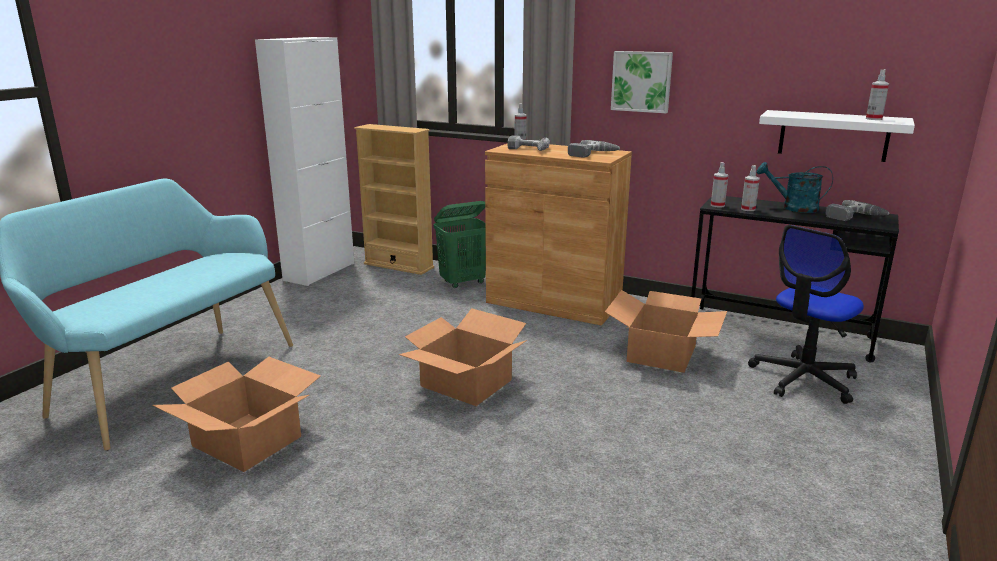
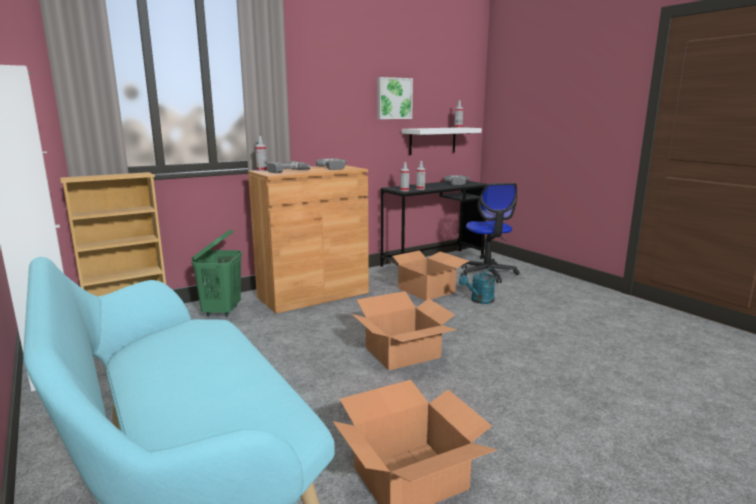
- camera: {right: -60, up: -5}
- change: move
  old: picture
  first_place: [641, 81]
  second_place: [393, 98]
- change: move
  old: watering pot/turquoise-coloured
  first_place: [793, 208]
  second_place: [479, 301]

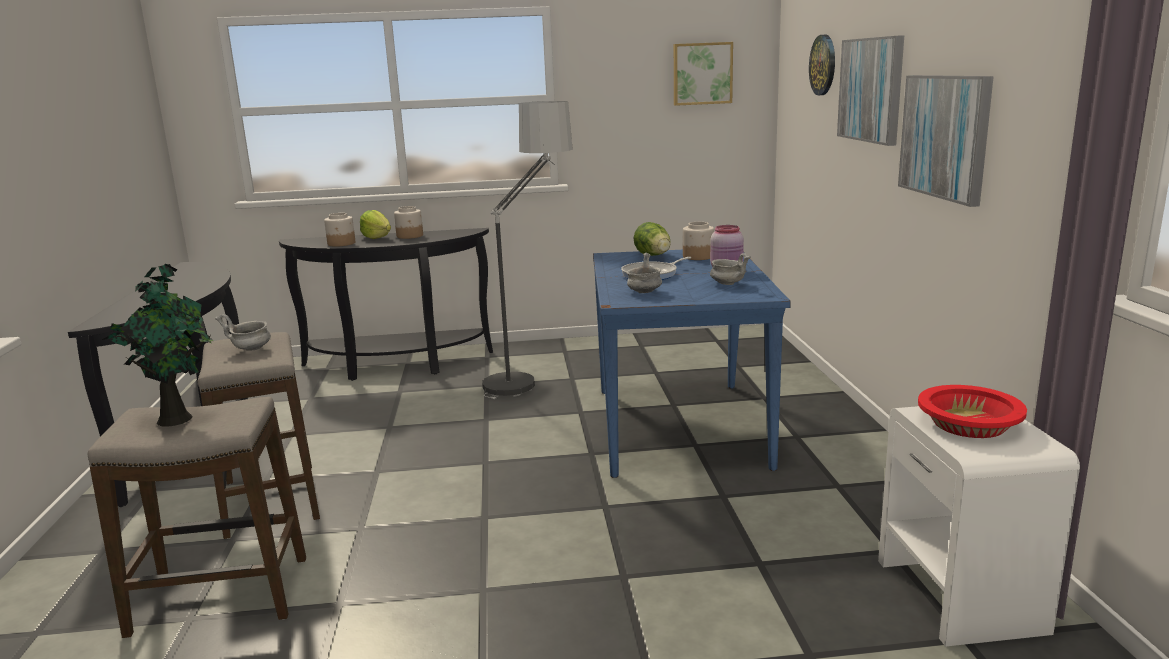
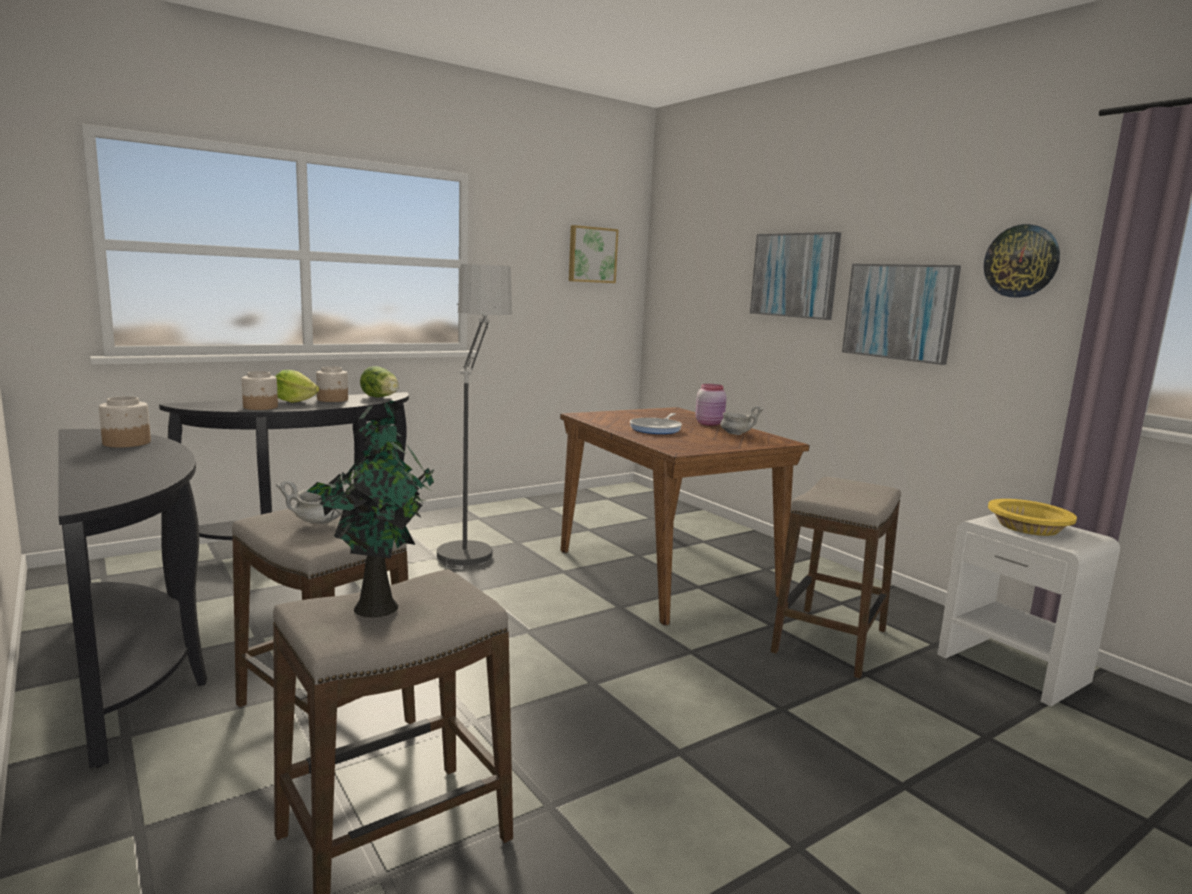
- camera: {right: -30, up: -5}
- change: recolor
  old: kitchen table/bluish
  new: kitchen table/brownish
  first_place: [680, 427]
  second_place: [667, 573]
- change: delete
  old: serving bowl/gray
  first_place: [644, 291]
- change: move
  old: lettuce head
  first_place: [654, 256]
  second_place: [381, 397]
- change: move
  old: jar
  first_place: [698, 257]
  second_place: [126, 443]
- change: move
  old: wall clock
  first_place: [823, 65]
  second_place: [1021, 261]
- change: recolor
  old: serving bowl/red-coloured
  new: serving bowl/yellow-coloured
  first_place: [968, 424]
  second_place: [1028, 527]
- change: insert
  new: stool
  second_place: [829, 641]

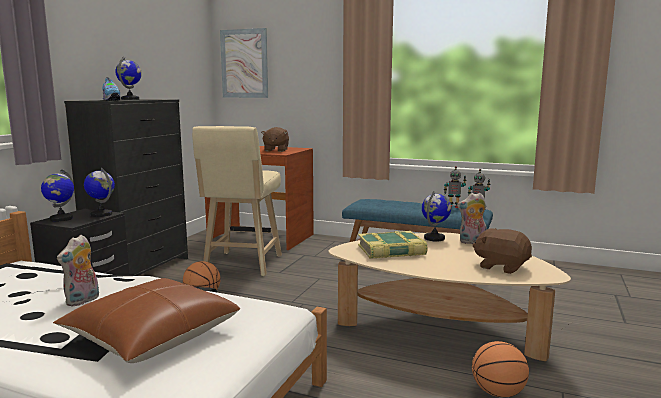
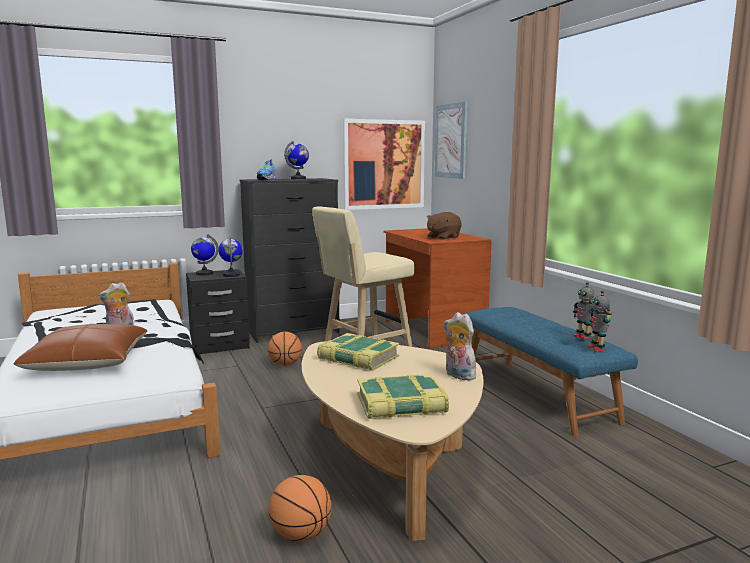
- camera: {right: 45, up: 0}
- change: delete
  old: desk globe
  first_place: [434, 238]
- change: replace
  old: plush toy/brownish
  new: bound book
  first_place: [501, 266]
  second_place: [401, 405]
- change: insert
  new: picture
  second_place: [384, 164]

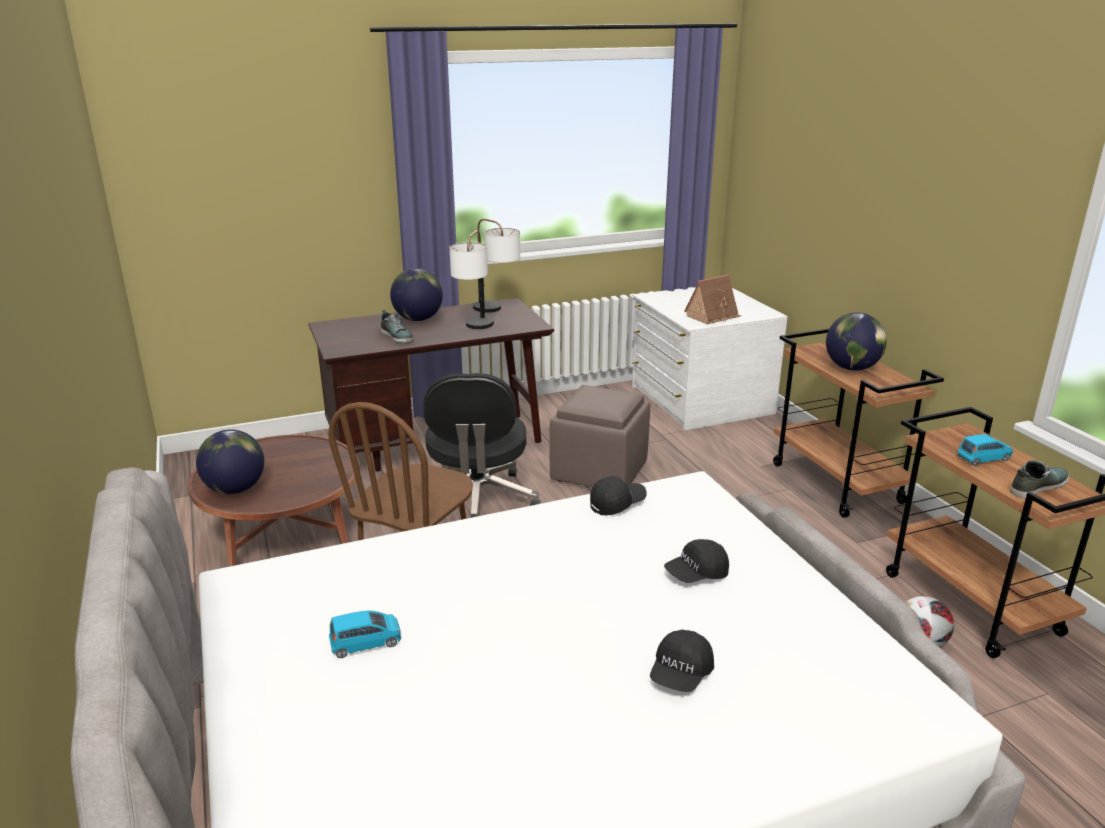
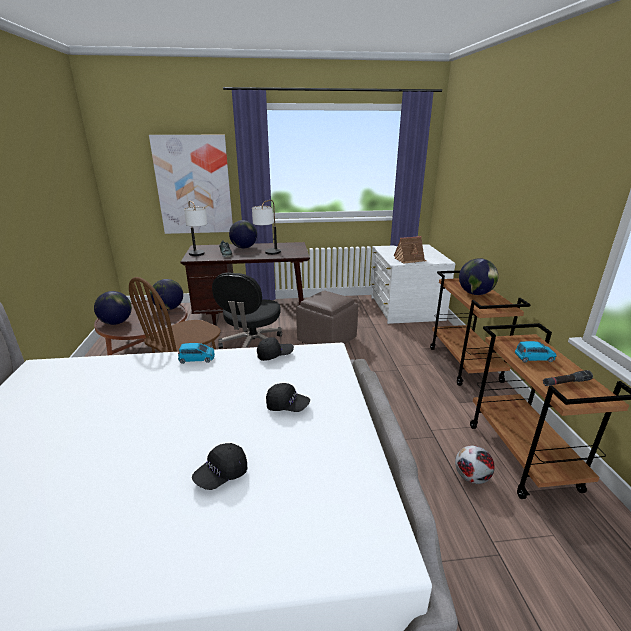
- camera: {right: 15, up: 0}
- change: move
  old: model car/bluish
  first_place: [366, 643]
  second_place: [197, 359]
- change: move
  old: tabletop lamp
  first_place: [496, 311]
  second_place: [199, 255]
- change: rotate
  old: peaked cap/black
  first_place: [696, 574]
  second_place: [287, 406]
  degrees: -150
- change: replace
  old: shoe
  new: torch/black
  first_place: [1037, 486]
  second_place: [566, 382]
- change: insert
  new: picture
  second_place: [194, 185]
- change: insert
  new: desk globe
  second_place: [169, 308]

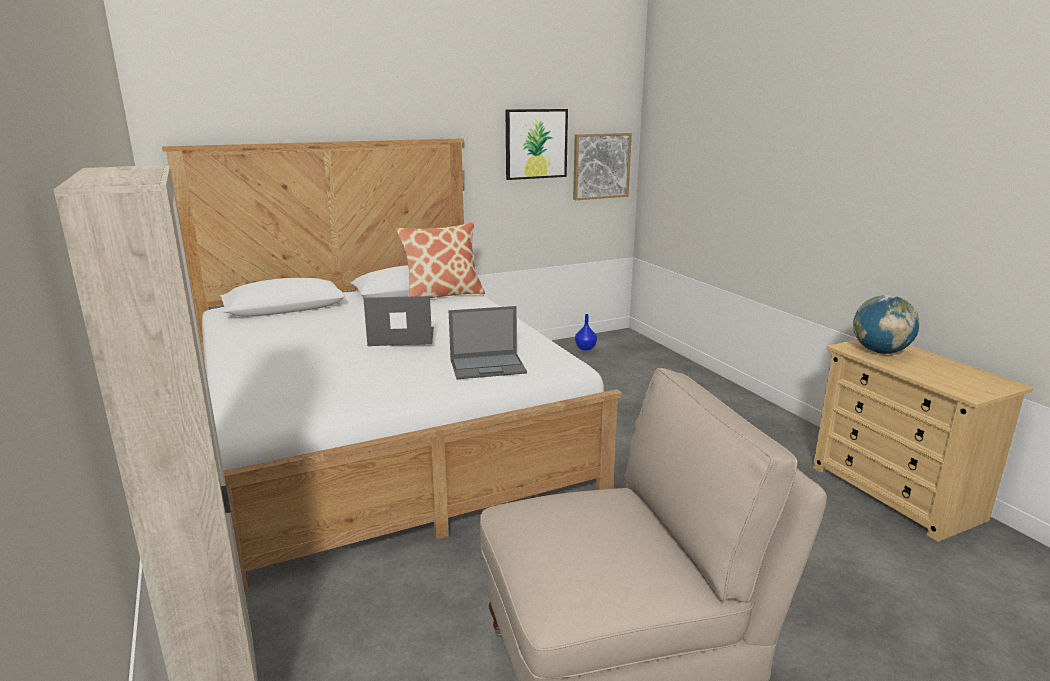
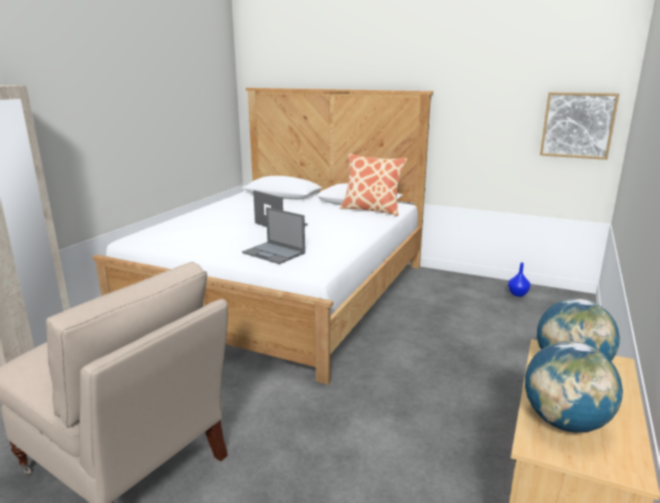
- camera: {right: 50, up: 0}
- change: delete
  old: picture
  first_place: [536, 144]
- change: insert
  new: desk globe
  second_place: [564, 422]

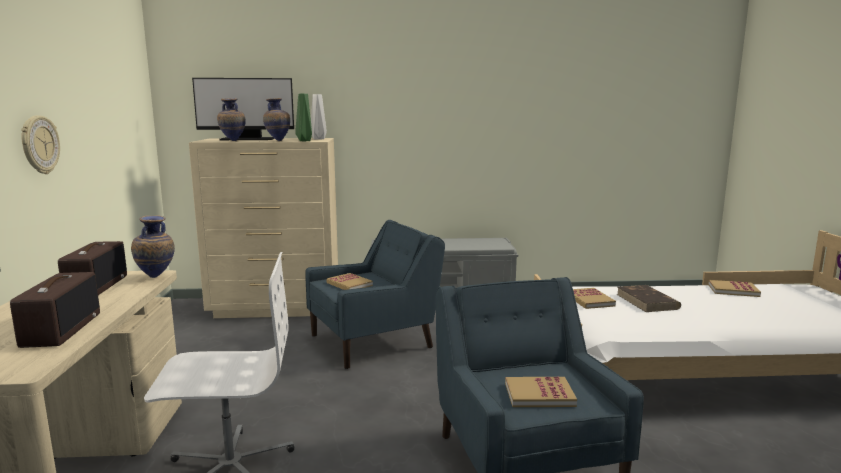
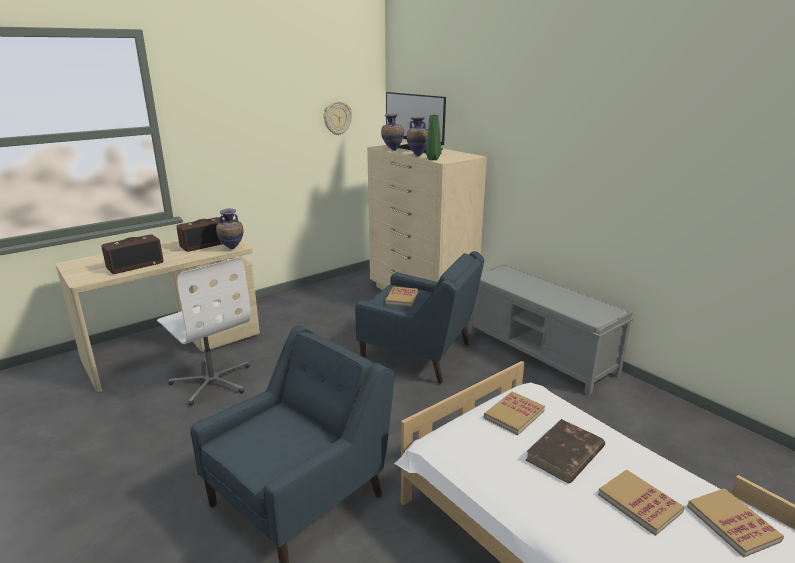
- camera: {right: 55, up: 10}
- change: move
  old: wall clock
  first_place: [39, 145]
  second_place: [337, 118]
- change: delete
  old: decorative vase/gray
  first_place: [318, 139]
- change: move
  old: bound book
  first_place: [539, 394]
  second_place: [639, 503]

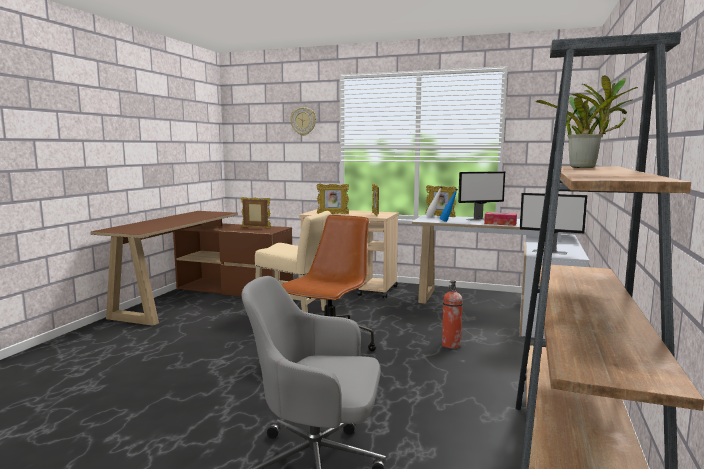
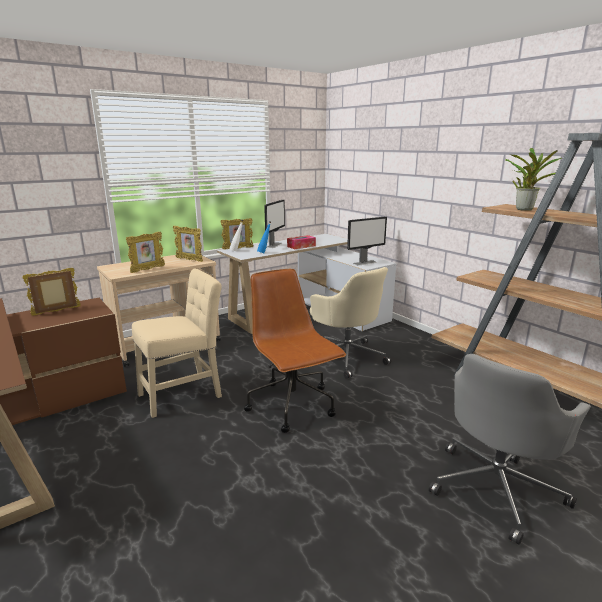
- camera: {right: -55, up: 10}
- change: delete
  old: wall clock
  first_place: [303, 121]
- change: replace
  old: fire-fighting cylinder
  new: office chair/beige
  first_place: [451, 345]
  second_place: [346, 357]

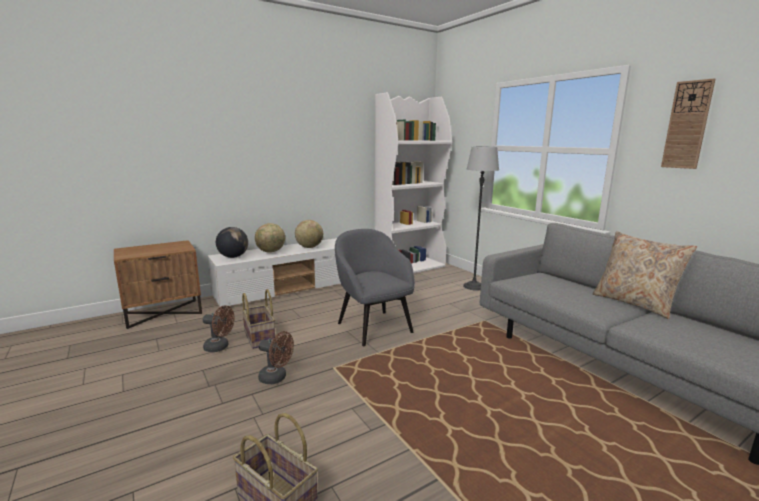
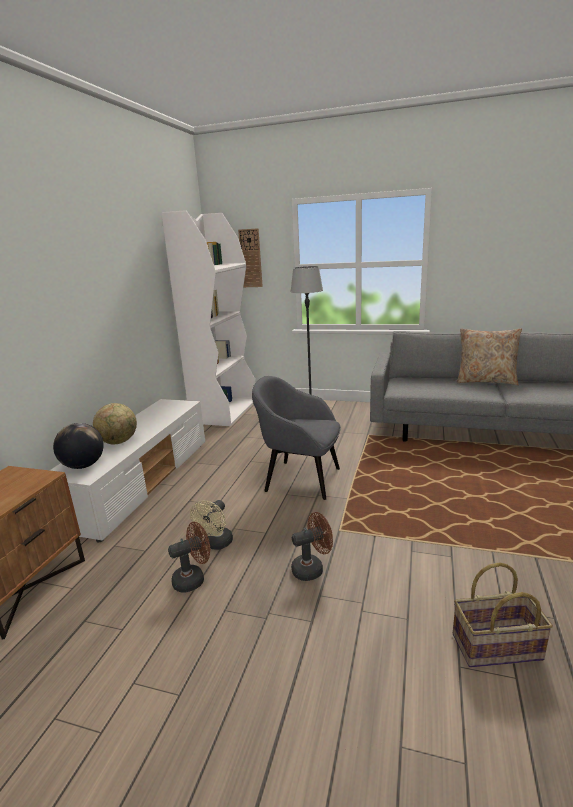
- camera: {right: -40, up: 5}
- change: replace
  old: storage basket
  new: electric fan/beige
  first_place: [260, 337]
  second_place: [216, 544]
- change: delete
  old: desk globe
  first_place: [309, 247]
- change: move
  old: wall clock
  first_place: [687, 125]
  second_place: [250, 258]

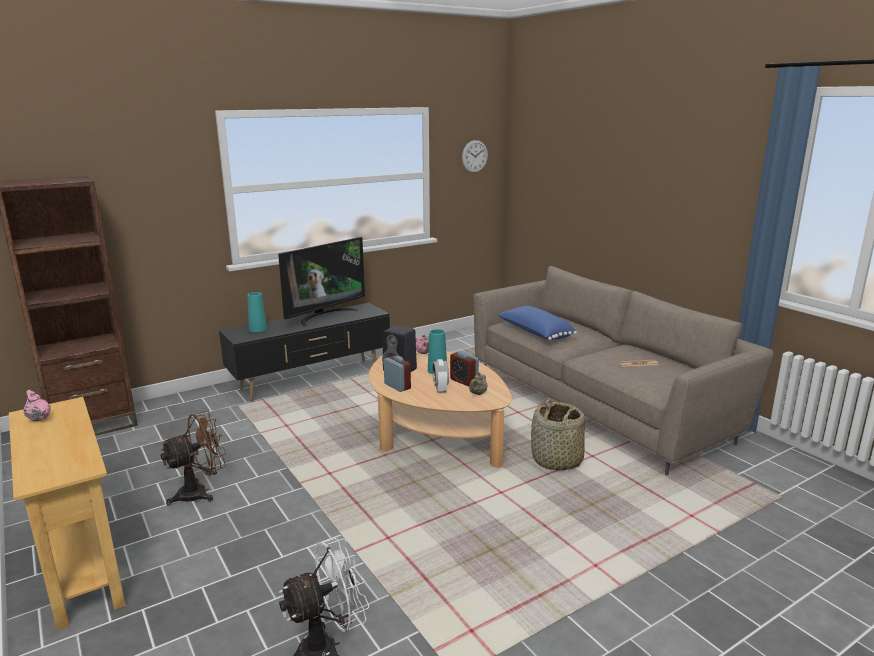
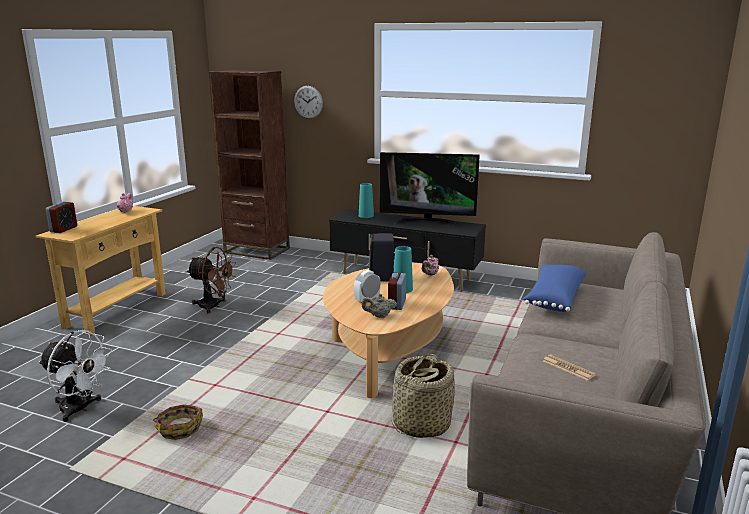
- camera: {right: 55, up: 0}
- change: move
  old: table clock
  first_place: [397, 386]
  second_place: [64, 229]
- change: move
  old: wall clock
  first_place: [474, 156]
  second_place: [308, 102]
- change: insert
  new: storage basket
  second_place: [179, 428]

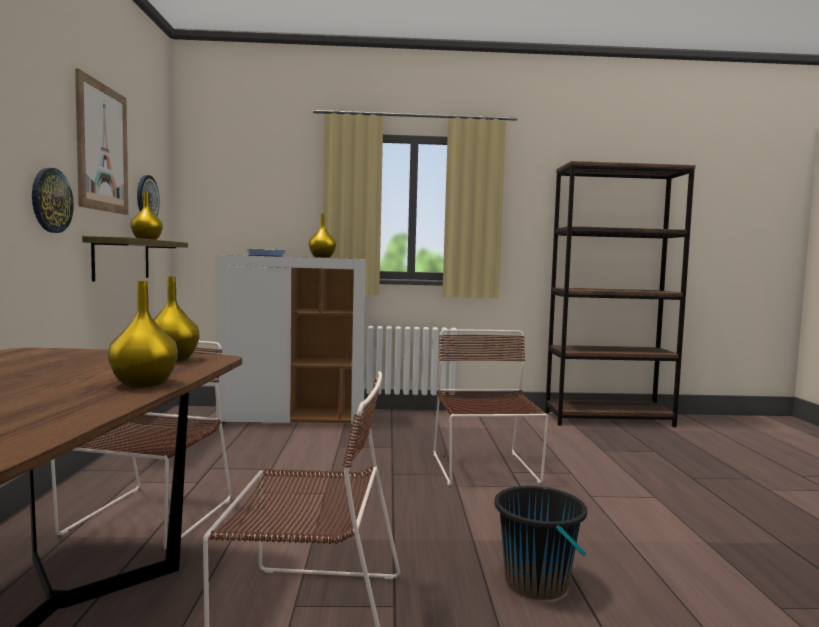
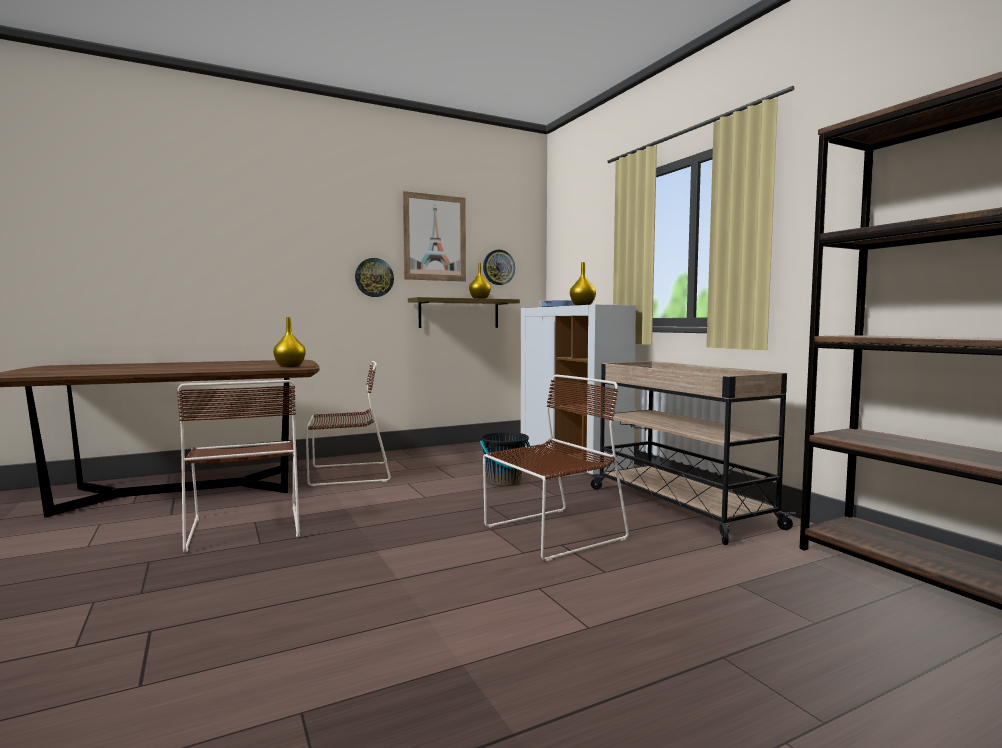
- camera: {right: 65, up: 0}
- change: delete
  old: decorative vase/yellow-coloured
  first_place: [145, 384]
- change: move
  old: bucket/black
  first_place: [537, 583]
  second_place: [504, 481]
- change: insert
  new: cart/beige
  second_place: [678, 506]

